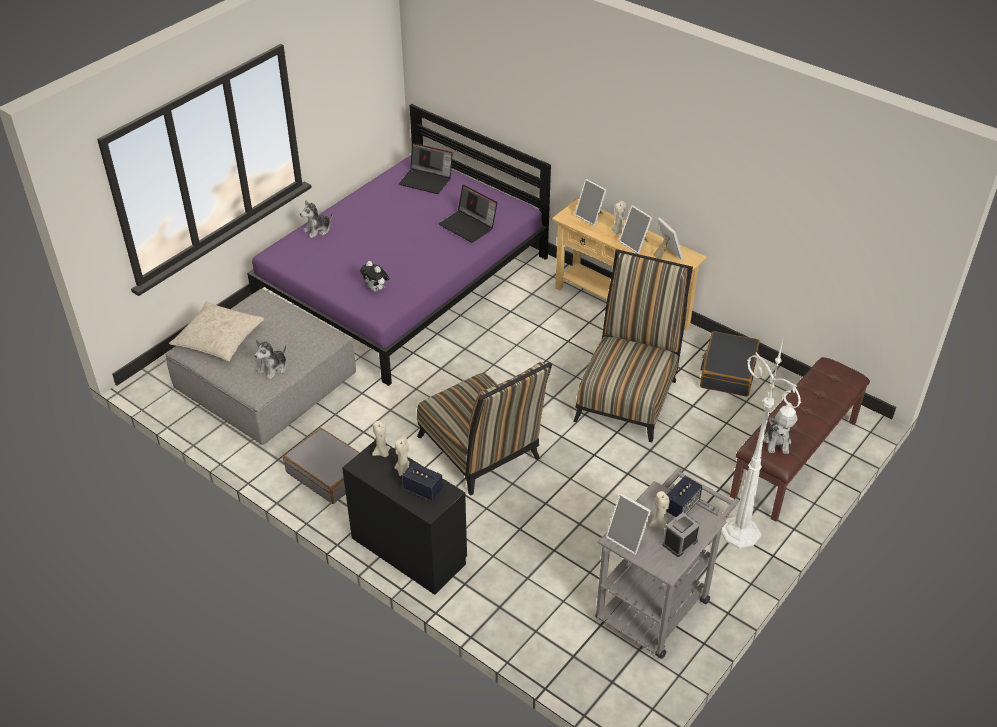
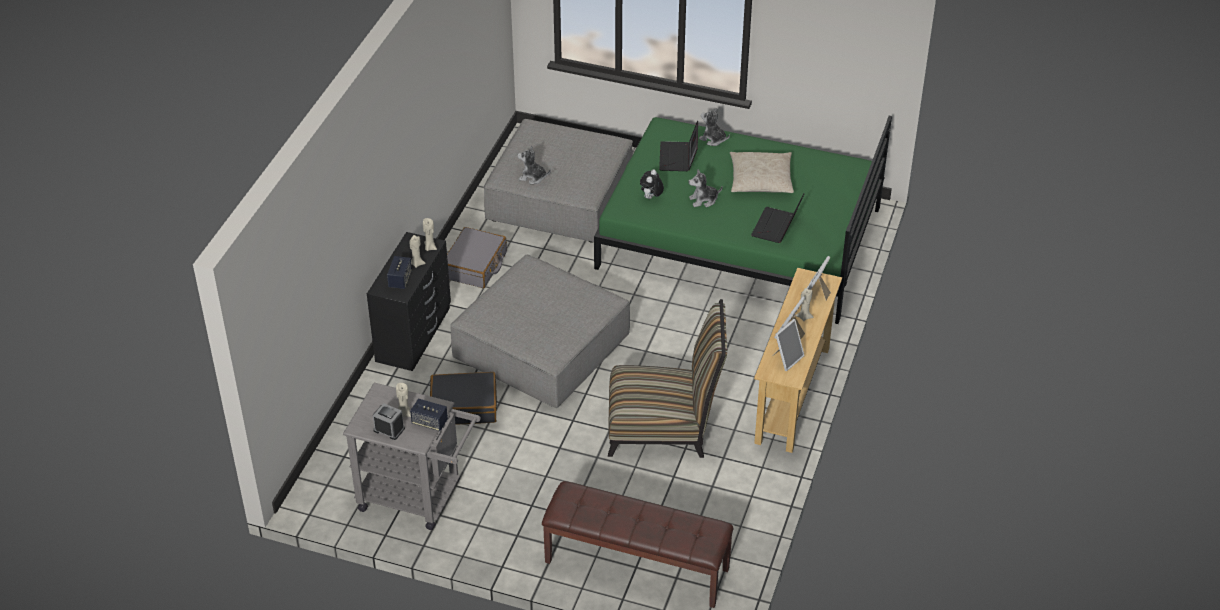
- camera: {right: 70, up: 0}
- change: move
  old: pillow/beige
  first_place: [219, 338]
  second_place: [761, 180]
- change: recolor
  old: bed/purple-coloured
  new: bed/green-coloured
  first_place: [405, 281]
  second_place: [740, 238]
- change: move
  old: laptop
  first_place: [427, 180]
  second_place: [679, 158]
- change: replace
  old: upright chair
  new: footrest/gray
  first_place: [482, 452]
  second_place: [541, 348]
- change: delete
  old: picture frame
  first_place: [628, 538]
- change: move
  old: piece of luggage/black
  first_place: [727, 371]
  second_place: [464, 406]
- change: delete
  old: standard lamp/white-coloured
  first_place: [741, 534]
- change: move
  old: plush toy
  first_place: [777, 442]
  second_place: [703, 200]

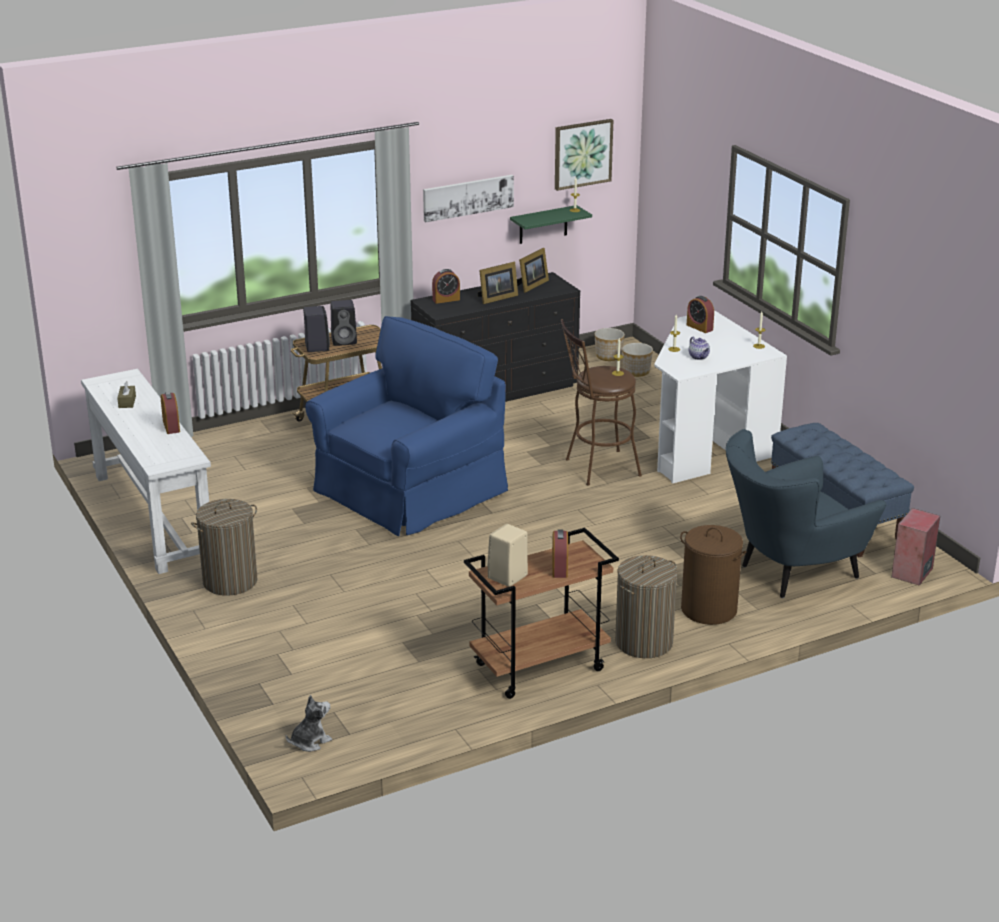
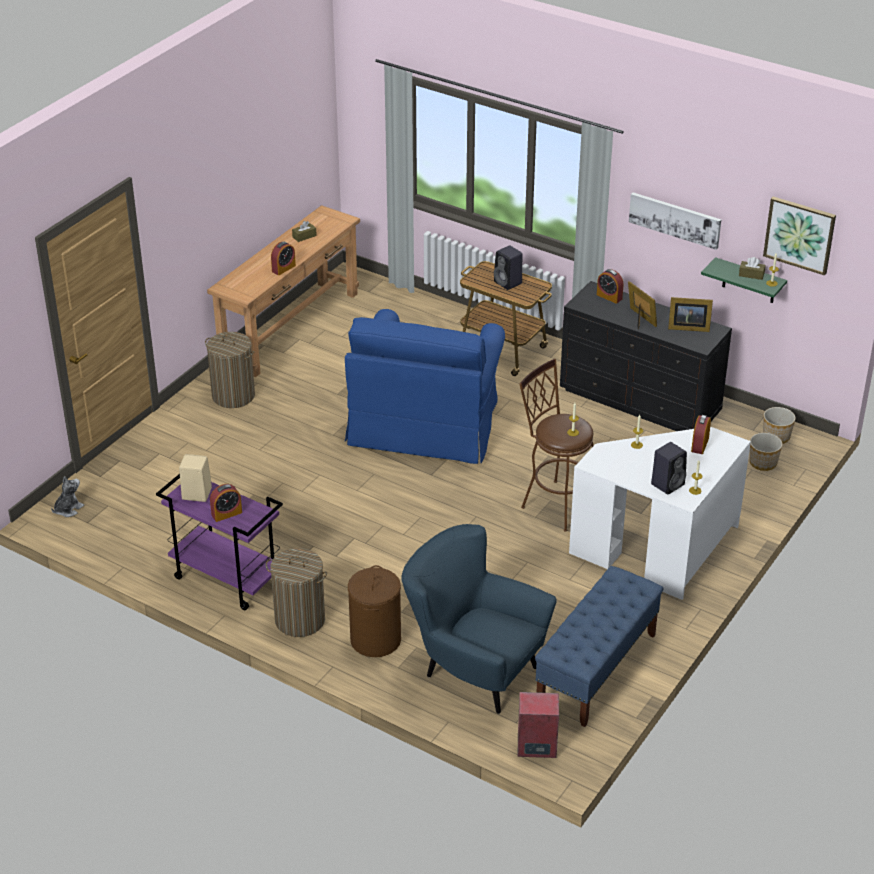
- camera: {right: 60, up: 10}
- change: recolor
  old: console table/white-coloured
  new: console table/brownish
  first_place: [153, 516]
  second_place: [290, 327]
- change: rotate
  old: plush toy
  first_place: [310, 741]
  second_place: [68, 509]
  degrees: -75
- change: move
  old: audio speaker/black
  first_place: [316, 347]
  second_place: [668, 484]
- change: rotate
  old: armchair/bluish
  first_place: [407, 491]
  second_place: [426, 421]
  degrees: 90
- change: recolor
  old: cart/brownish
  new: cart/purple-coloured
  first_place: [539, 668]
  second_place: [225, 579]
- change: rotate
  old: picture frame
  first_place: [496, 298]
  second_place: [640, 319]
  degrees: -150
- change: delete
  old: teapot
  first_place: [699, 357]
- change: insert
  new: box of tissues/brownish
  second_place: [751, 274]

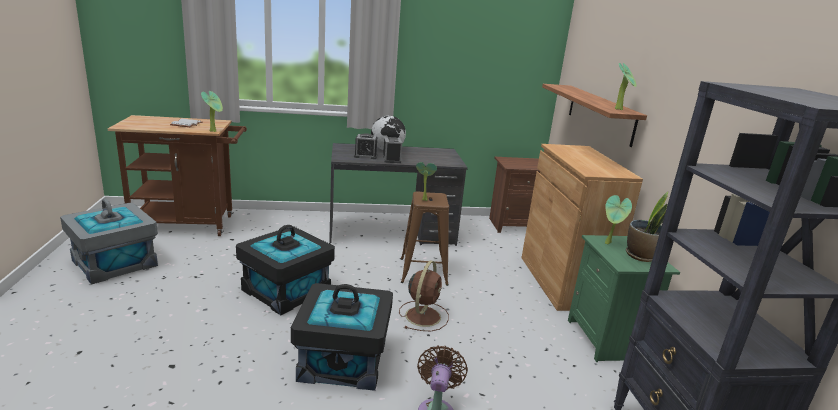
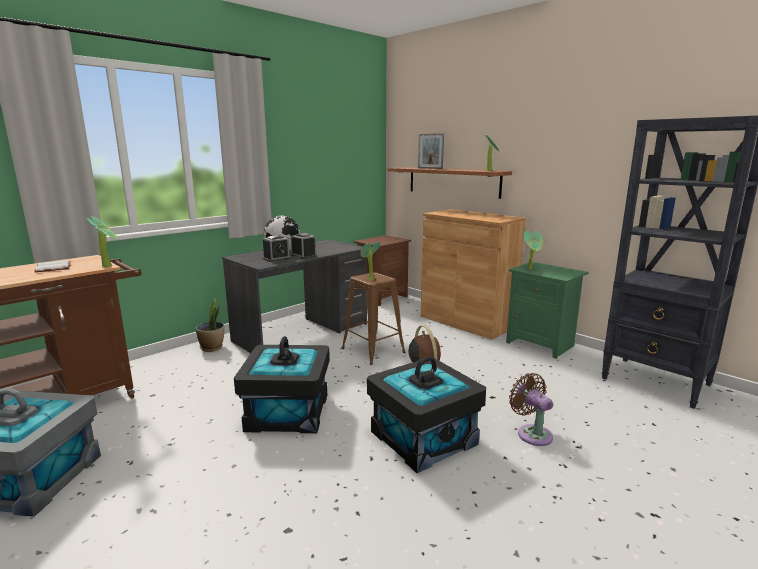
- camera: {right: -35, up: -5}
- change: move
  old: houseplant
  first_place: [641, 256]
  second_place: [212, 347]
- change: insert
  new: picture frame
  second_place: [430, 168]

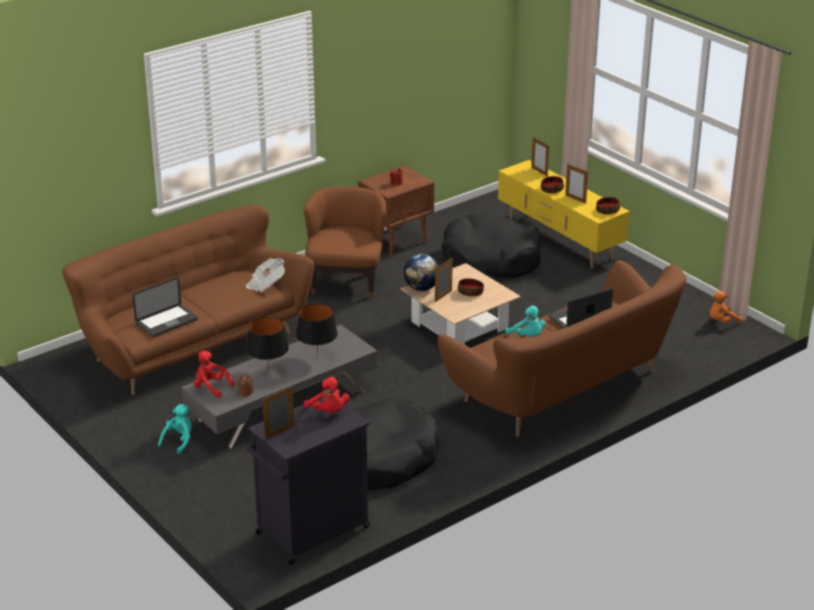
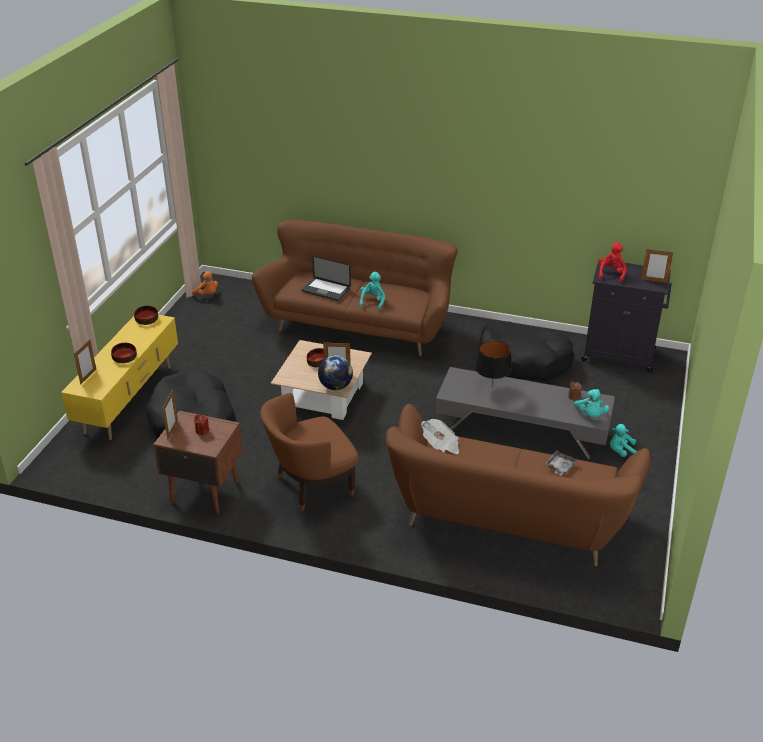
- camera: {right: -125, up: 5}
- change: replace
  old: laptop
  new: carrying tray/gray
  first_place: [167, 322]
  second_place: [559, 467]
- change: recolor
  old: plush toy/red-coloured
  new: plush toy/turquoise-coloured
  first_place: [211, 388]
  second_place: [590, 415]
- change: delete
  old: tabletop lamp/black
  first_place: [268, 371]
- change: move
  old: picture frame
  first_place: [575, 199]
  second_place: [172, 430]

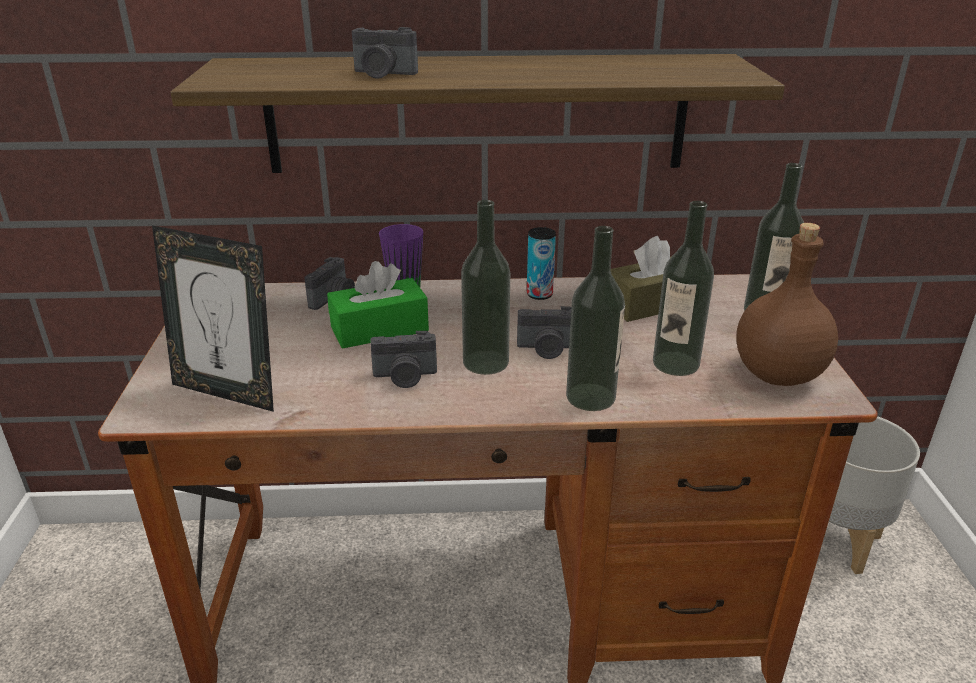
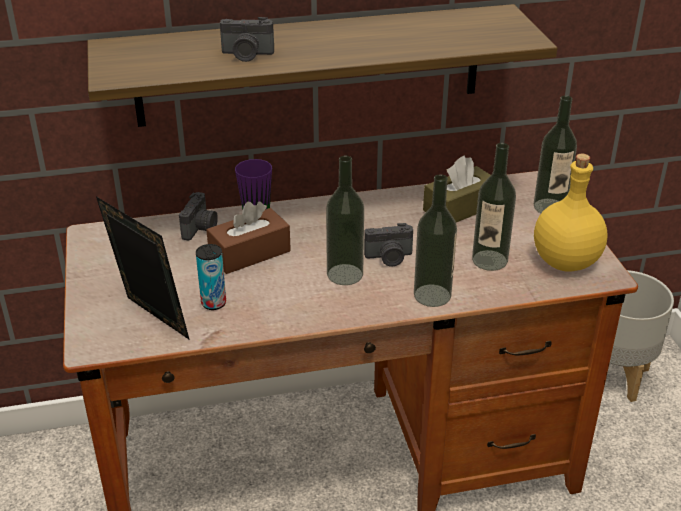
- camera: {right: -10, up: 5}
- change: rotate
  old: picture frame
  first_place: [228, 392]
  second_place: [151, 322]
  degrees: -150
- change: recolor
  old: box of tissues/green-coloured
  new: box of tissues/brownish
  first_place: [379, 329]
  second_place: [249, 253]
- change: delete
  old: photo camera
  first_place: [405, 377]
- change: move
  old: sealed can
  first_place: [539, 294]
  second_place: [213, 303]
- change: recolor
  old: bottle/brownish
  new: bottle/yellow-coloured
  first_place: [777, 374]
  second_place: [565, 261]

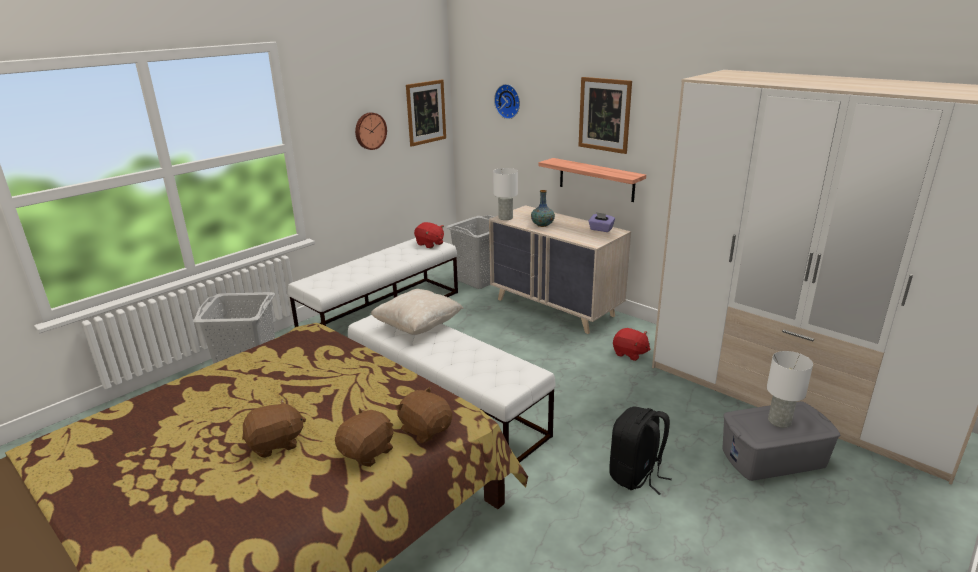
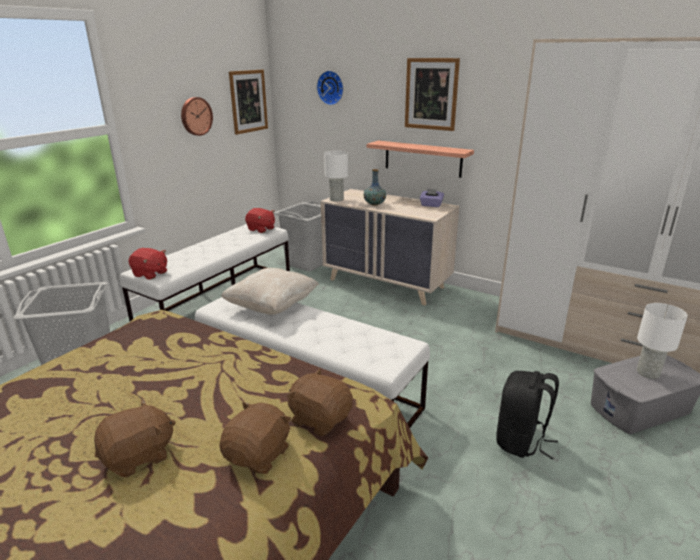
- camera: {right: -10, up: 0}
- change: move
  old: plush toy/red-coloured
  first_place: [630, 353]
  second_place: [150, 274]

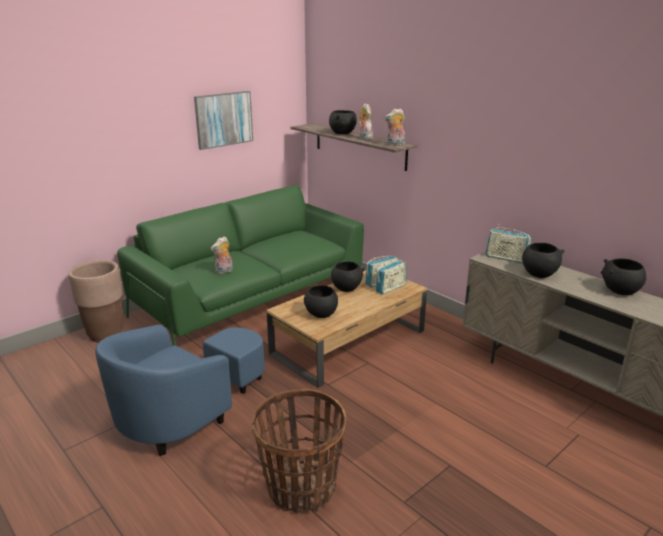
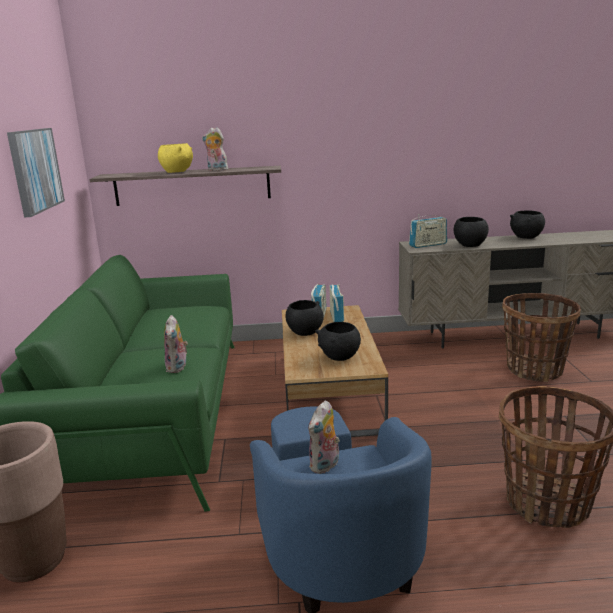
- camera: {right: -50, up: -5}
- change: recolor
  old: serving bowl/black
  new: serving bowl/yellow-coloured
  first_place: [343, 133]
  second_place: [177, 172]
- change: move
  old: plush toy
  first_place: [395, 145]
  second_place: [325, 466]
- change: insert
  new: storage basket
  second_place: [534, 370]

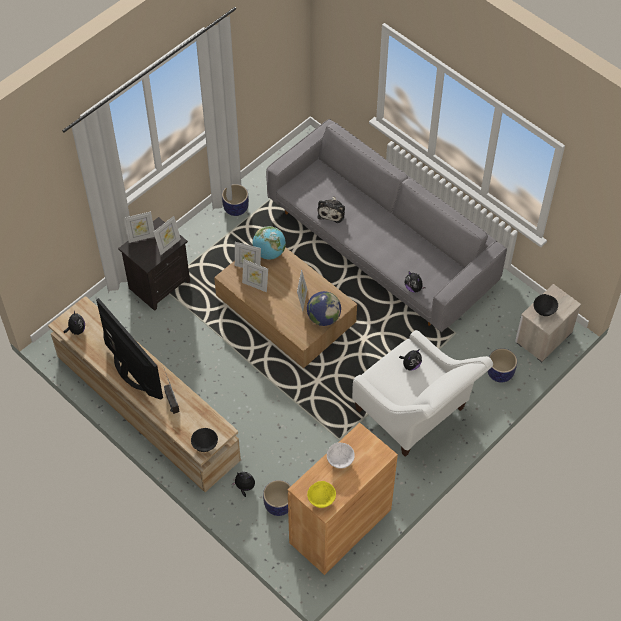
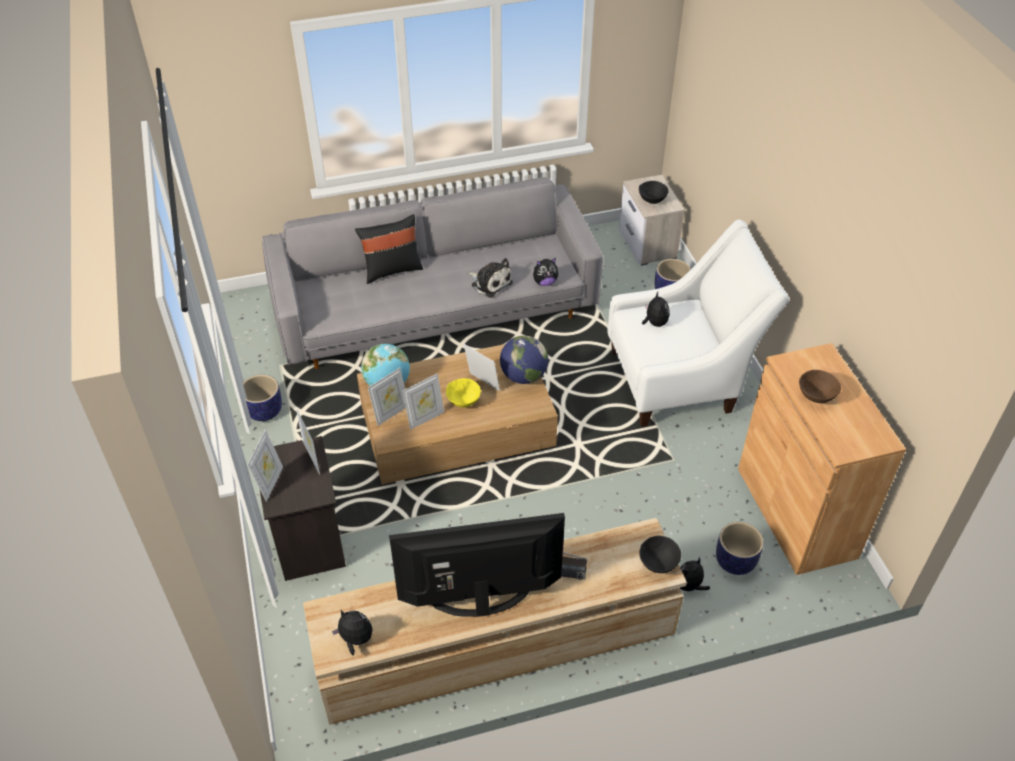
- camera: {right: -60, up: -10}
- change: move
  old: serving bowl/yellow-coloured
  first_place: [321, 500]
  second_place: [464, 401]
- change: move
  old: plush toy
  first_place: [332, 212]
  second_place: [490, 283]
- change: recolor
  old: serving bowl/white-coloured
  new: serving bowl/brownish
  first_place: [340, 461]
  second_place: [816, 396]
- change: insert
  new: pillow/black
  second_place: [392, 270]

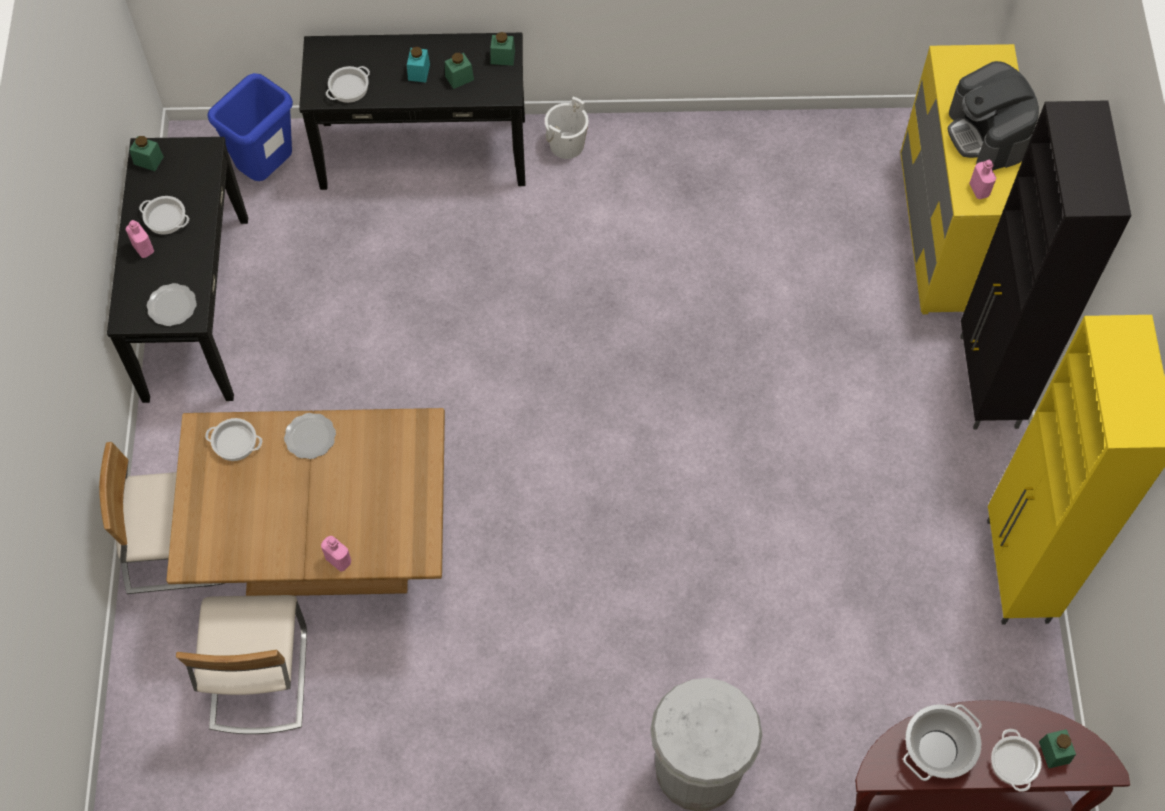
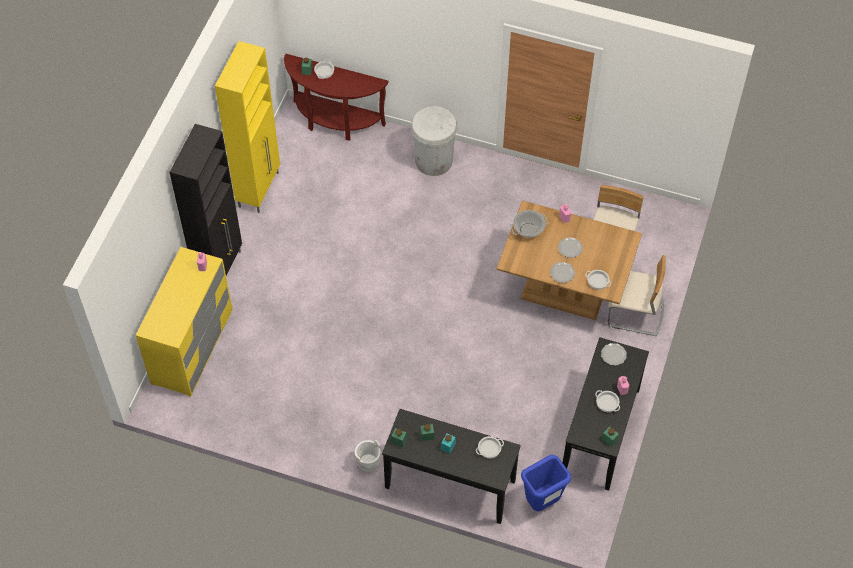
- camera: {right: -160, up: -5}
- change: move
  old: stockpot
  first_place: [937, 749]
  second_place: [528, 230]
- change: delete
  old: coffee brewer
  first_place: [987, 134]
- change: insert
  new: flat dish
  second_place: [569, 248]

